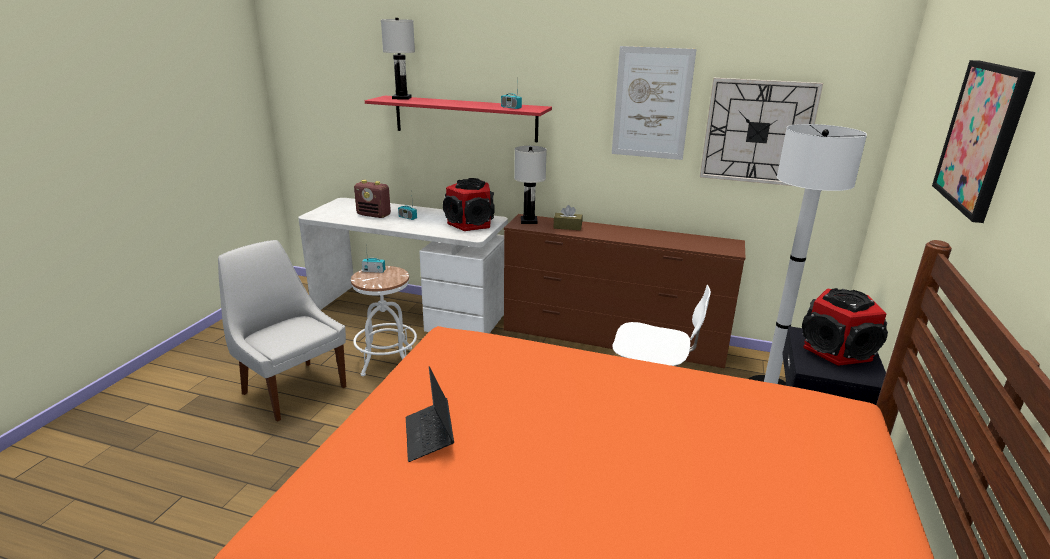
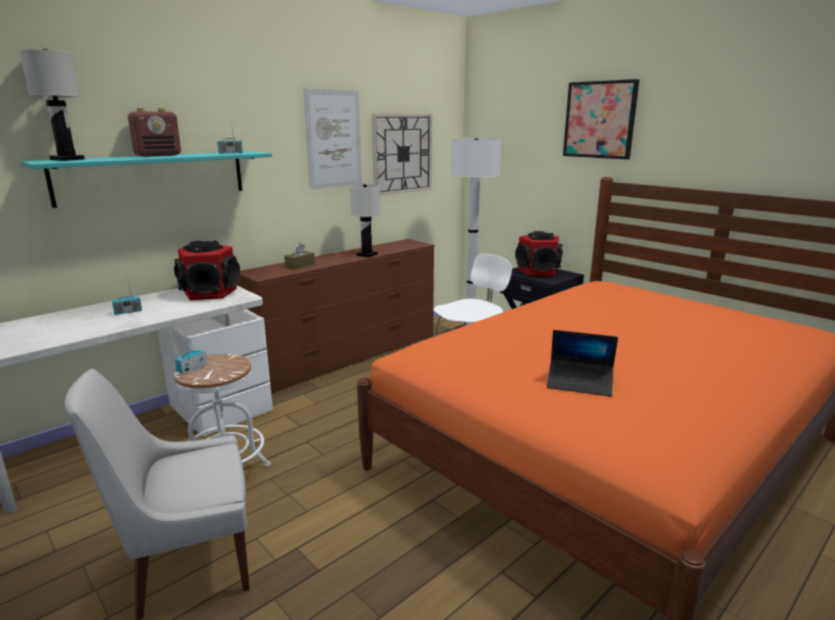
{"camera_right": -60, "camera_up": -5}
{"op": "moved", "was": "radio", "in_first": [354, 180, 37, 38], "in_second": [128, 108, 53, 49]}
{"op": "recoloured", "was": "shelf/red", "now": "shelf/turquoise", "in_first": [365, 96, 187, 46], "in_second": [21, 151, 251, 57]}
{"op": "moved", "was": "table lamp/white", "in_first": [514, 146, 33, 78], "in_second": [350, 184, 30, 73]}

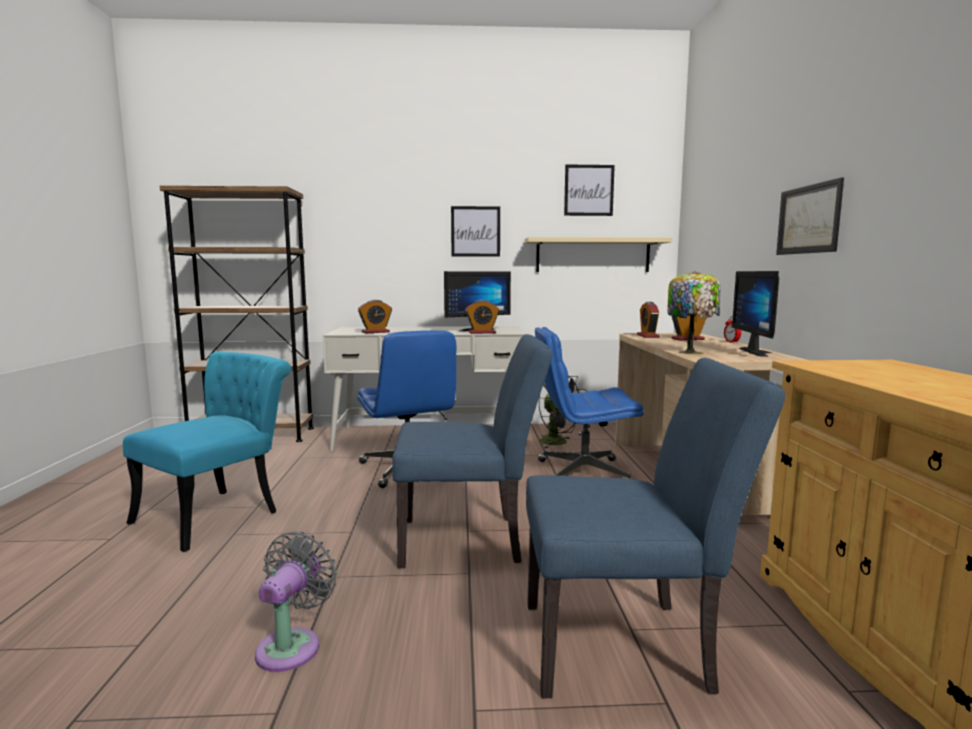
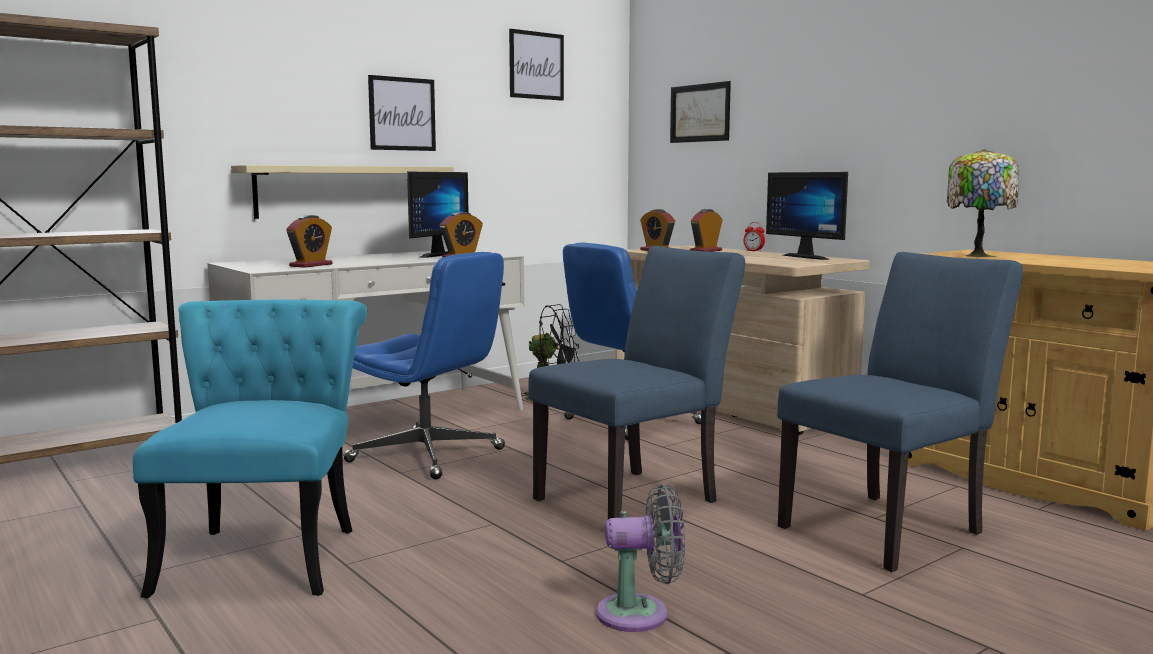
{"camera_right": -35, "camera_up": 0}
{"op": "turned", "was": "fan/grey", "in_first": [255, 531, 82, 141], "in_second": [596, 484, 89, 148], "clockwise": 105}
{"op": "moved", "was": "shelf/beige", "in_first": [524, 237, 148, 35], "in_second": [231, 165, 223, 54]}
{"op": "moved", "was": "table lamp", "in_first": [667, 271, 54, 83], "in_second": [947, 149, 72, 108]}
{"op": "moved", "was": "picture", "in_first": [776, 177, 68, 78], "in_second": [670, 81, 61, 62]}

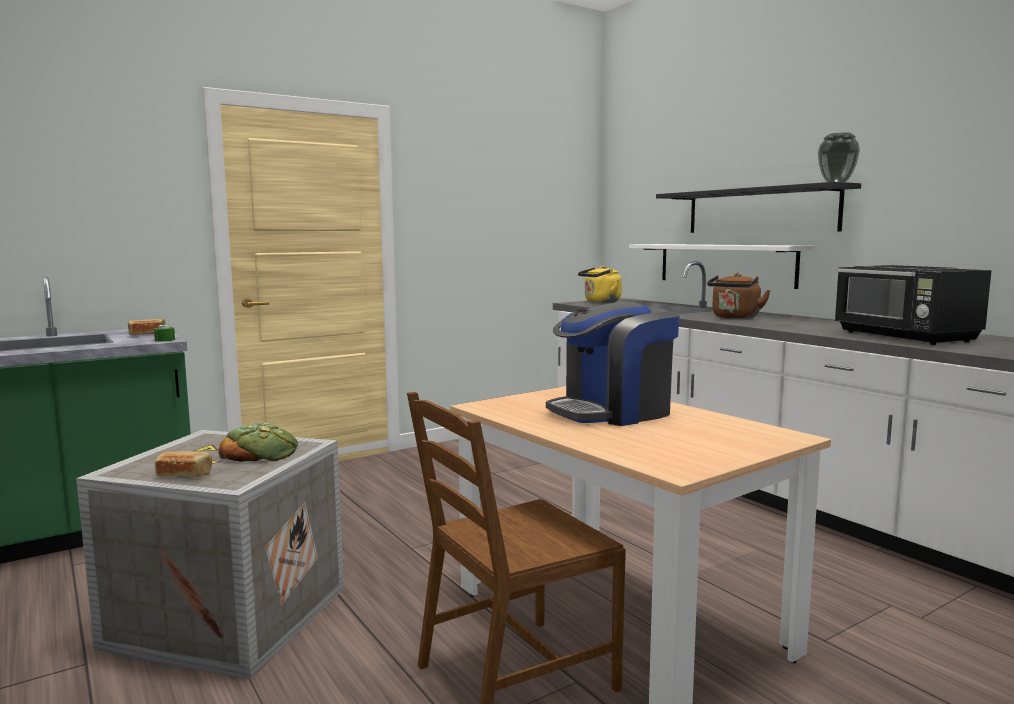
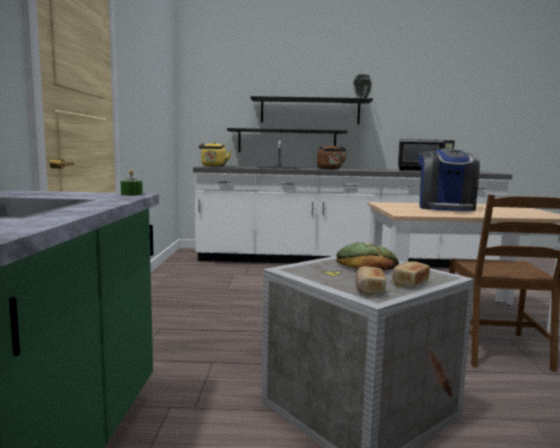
{"camera_right": -55, "camera_up": 0}
{"op": "moved", "was": "bread", "in_first": [128, 319, 38, 16], "in_second": [355, 266, 31, 30]}
{"op": "recoloured", "was": "shelf/white", "now": "shelf/black", "in_first": [629, 244, 186, 45], "in_second": [227, 128, 121, 24]}

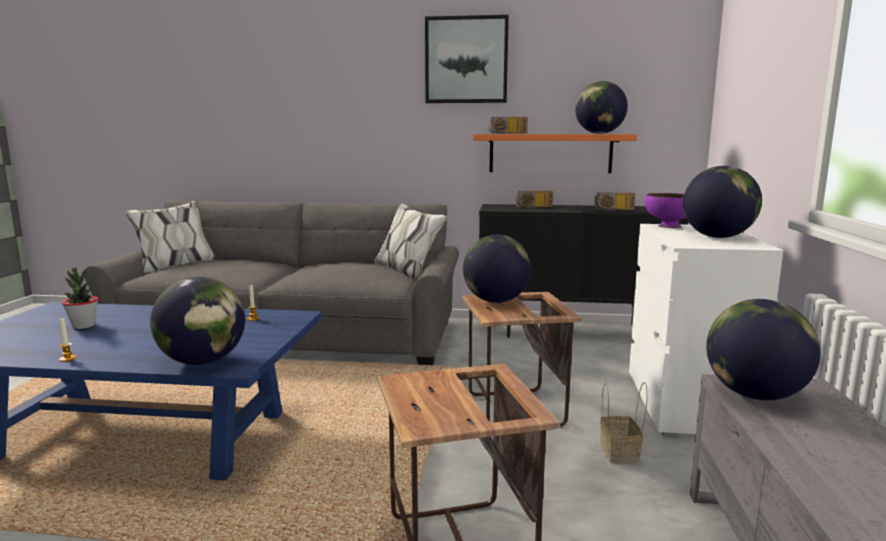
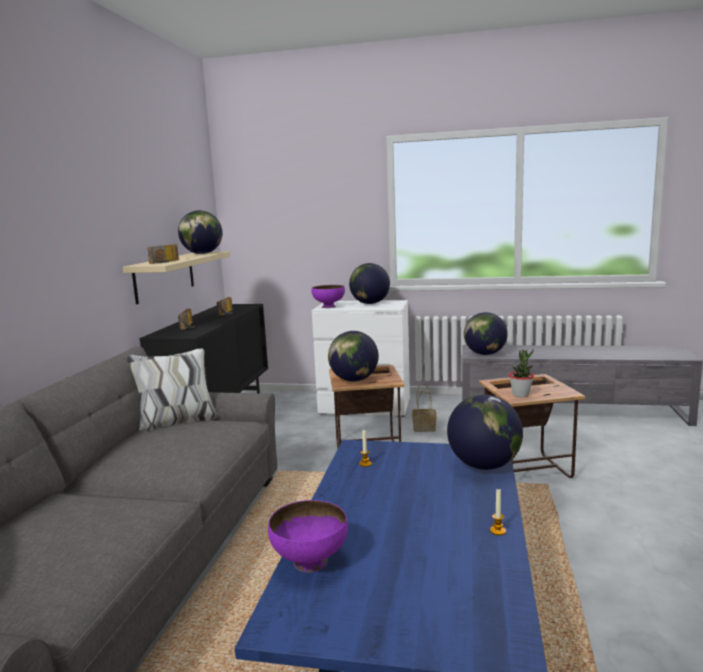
{"camera_right": -85, "camera_up": 0}
{"op": "moved", "was": "potted plant", "in_first": [62, 268, 36, 61], "in_second": [509, 350, 25, 47]}
{"op": "removed", "was": "picture", "in_first": [425, 15, 84, 88]}
{"op": "recoloured", "was": "shelf/orange", "now": "shelf/beige", "in_first": [473, 134, 164, 39], "in_second": [123, 251, 107, 53]}
{"op": "added", "now": "bowl/purple", "in_second": [268, 500, 80, 73]}

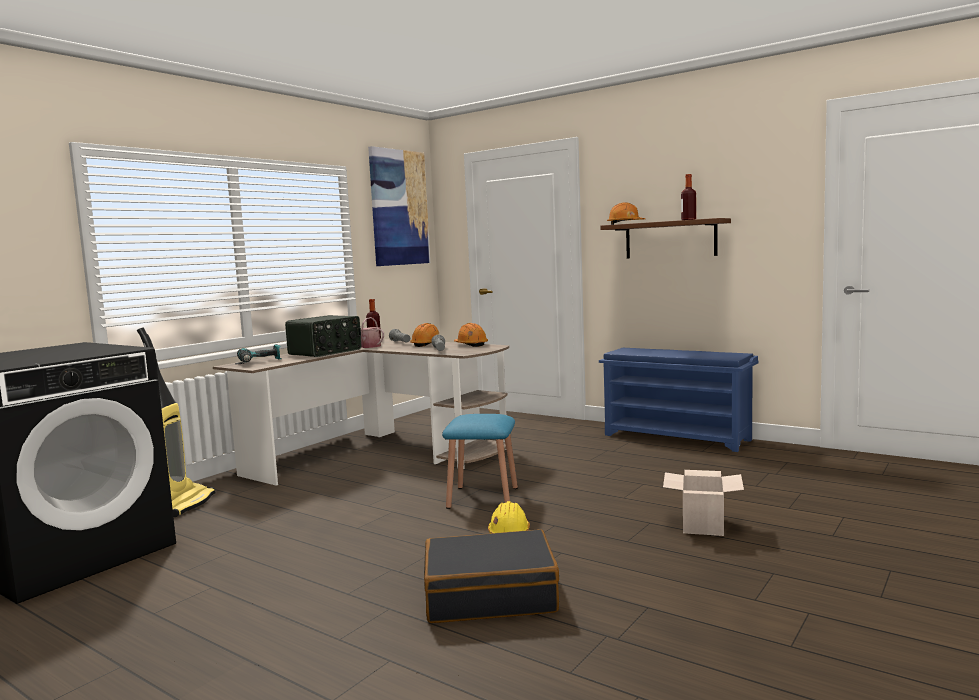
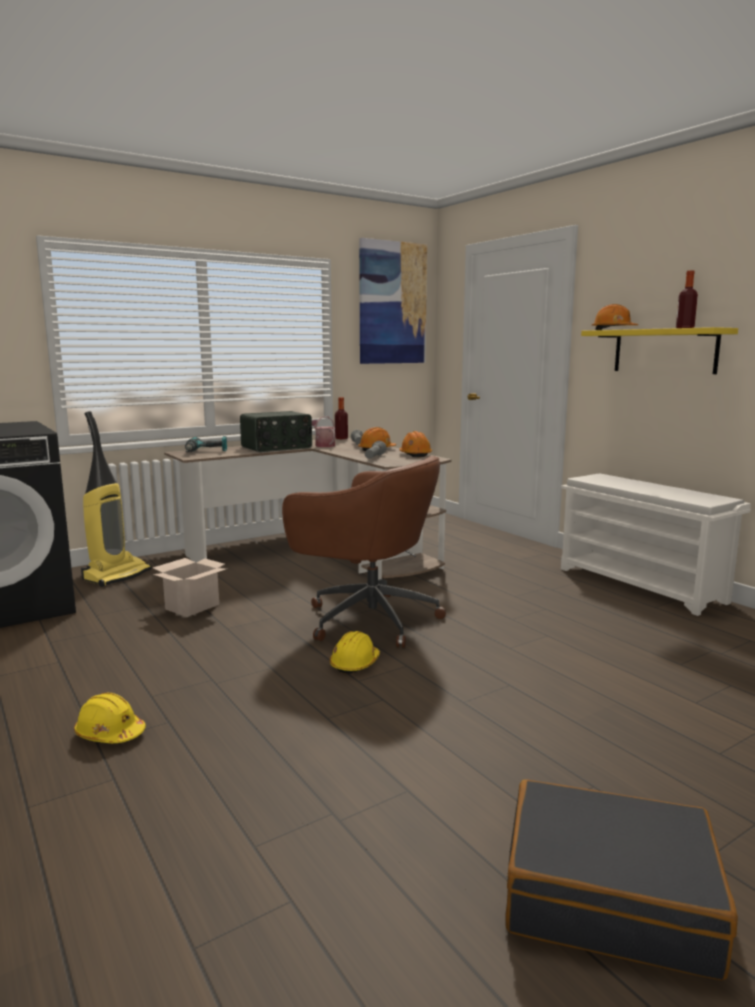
{"camera_right": 20, "camera_up": 5}
{"op": "moved", "was": "suitcase/black", "in_first": [424, 529, 135, 94], "in_second": [506, 779, 232, 202]}
{"op": "replaced", "was": "stool/blue", "now": "office chair/brown", "in_first": [442, 414, 76, 95], "in_second": [282, 456, 164, 192]}
{"op": "recoloured", "was": "shoe rack/blue", "now": "shoe rack/white", "in_first": [599, 348, 160, 104], "in_second": [561, 474, 190, 142]}
{"op": "recoloured", "was": "shelf/brown", "now": "shelf/yellow", "in_first": [600, 218, 131, 41], "in_second": [581, 327, 157, 47]}
{"op": "moved", "was": "cardboard box", "in_first": [663, 470, 81, 66], "in_second": [153, 558, 73, 59]}
{"op": "added", "now": "hard hat/yellow", "in_second": [74, 693, 72, 50]}

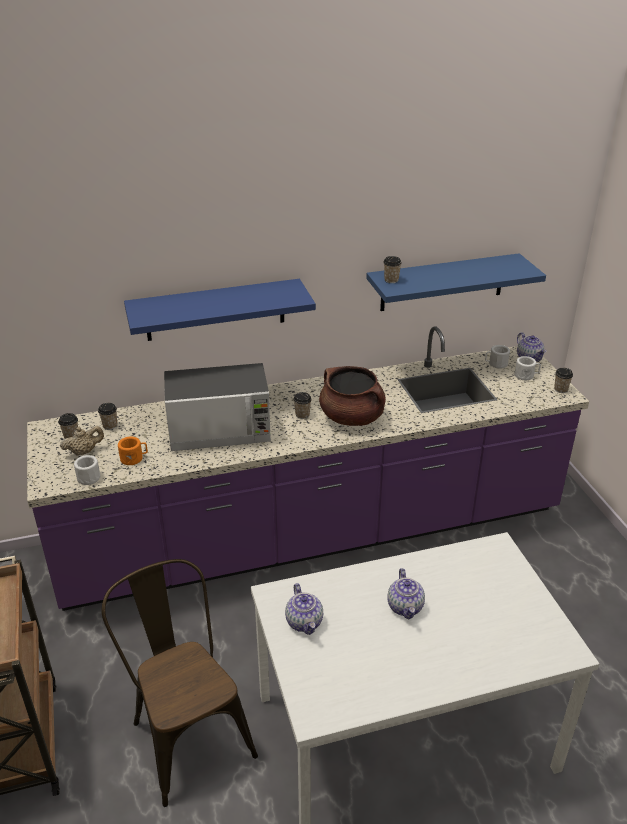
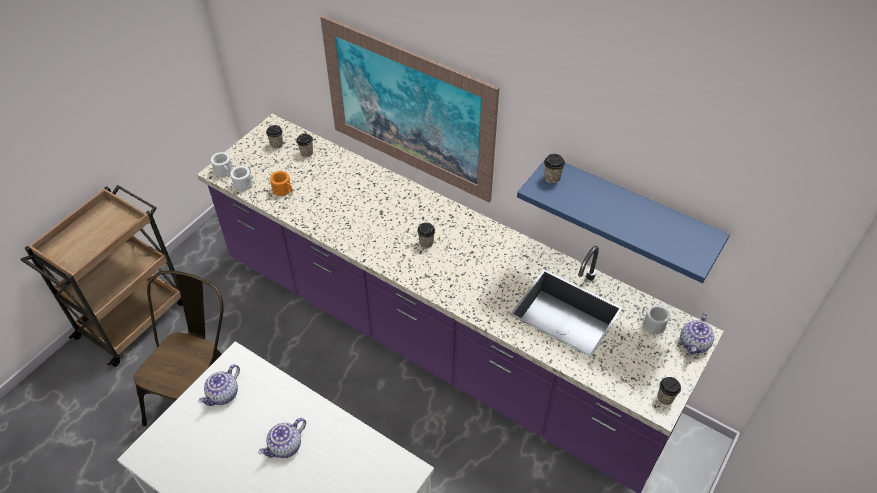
{"camera_right": 50, "camera_up": 15}
{"op": "removed", "was": "teapot/beige", "in_first": [60, 426, 44, 30]}
{"op": "replaced", "was": "shelf/blue", "now": "picture", "in_first": [124, 279, 192, 62], "in_second": [320, 15, 179, 187]}
{"op": "removed", "was": "microwave", "in_first": [164, 363, 107, 88]}
{"op": "removed", "was": "cooking pot/brown", "in_first": [319, 366, 67, 60]}
{"op": "moved", "was": "mug/white", "in_first": [514, 356, 27, 24], "in_second": [211, 152, 22, 25]}

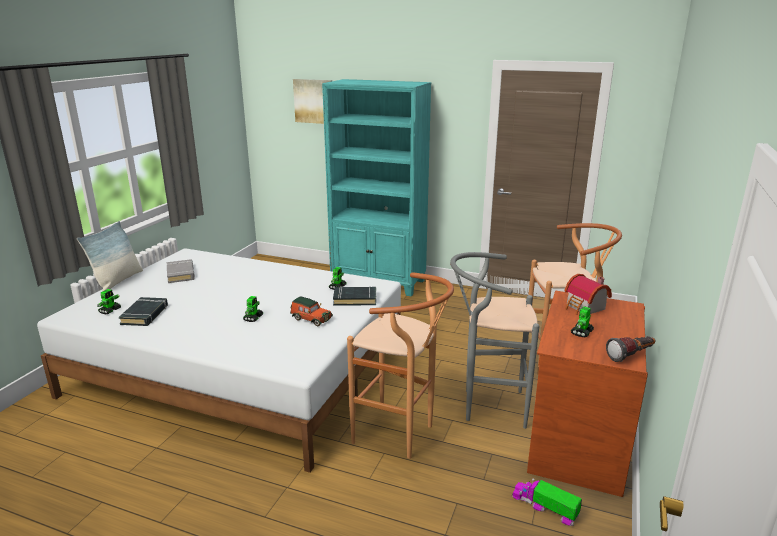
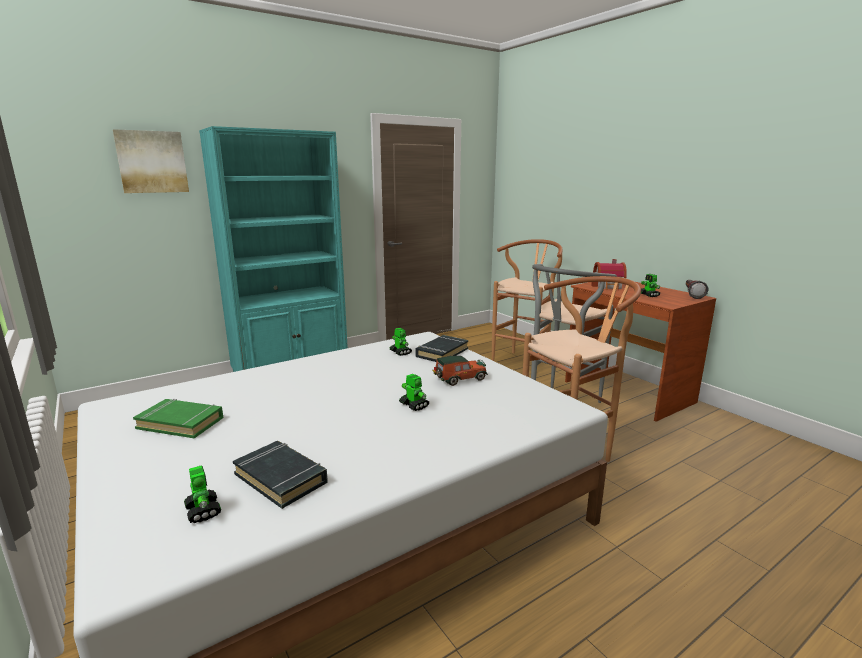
{"camera_right": -55, "camera_up": -5}
{"op": "removed", "was": "pillow", "in_first": [77, 221, 66, 71]}
{"op": "recoloured", "was": "book/grey", "now": "book/green", "in_first": [167, 259, 28, 24], "in_second": [133, 399, 90, 39]}
{"op": "removed", "was": "toy truck", "in_first": [512, 479, 70, 47]}

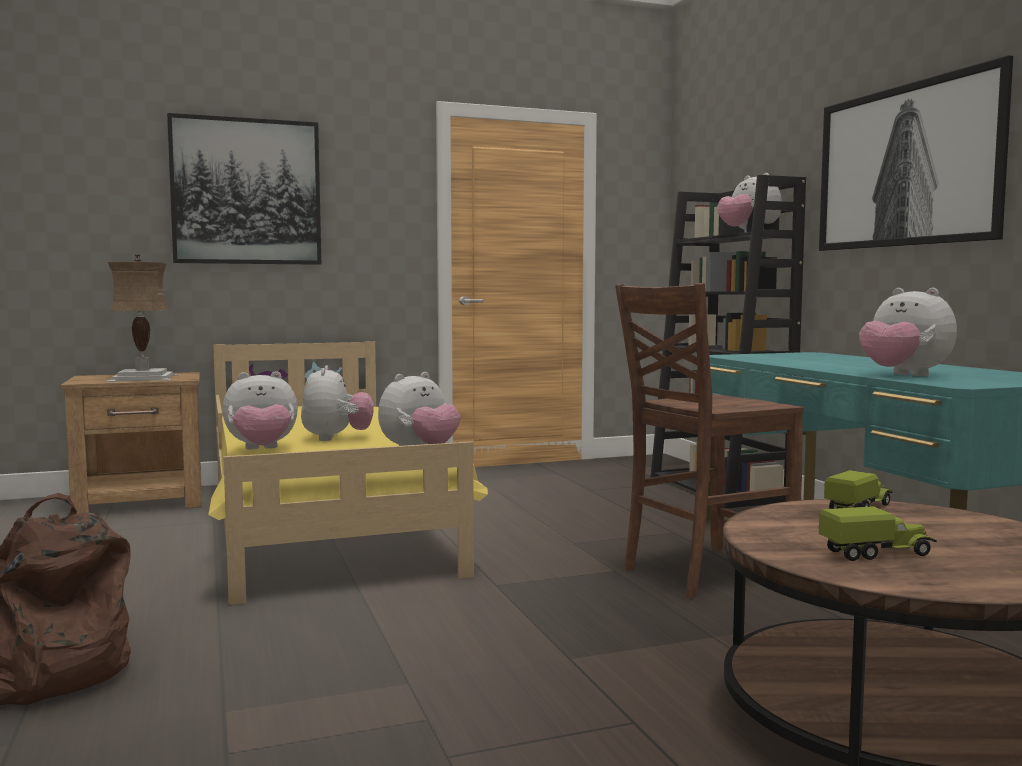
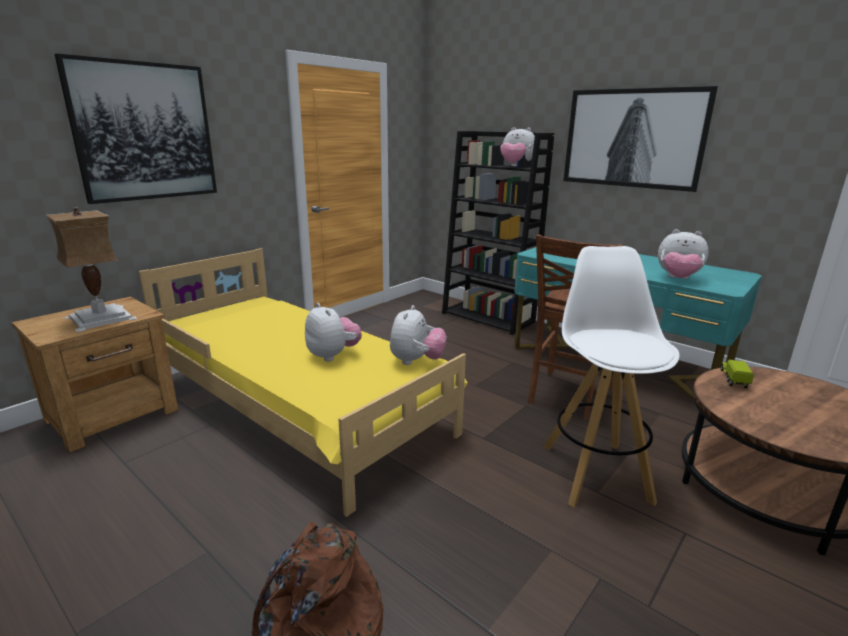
{"camera_right": -30, "camera_up": 15}
{"op": "removed", "was": "plush toy", "in_first": [222, 371, 76, 79]}
{"op": "removed", "was": "toy truck", "in_first": [819, 506, 118, 55]}
{"op": "added", "now": "stool/white", "in_second": [544, 246, 136, 261]}

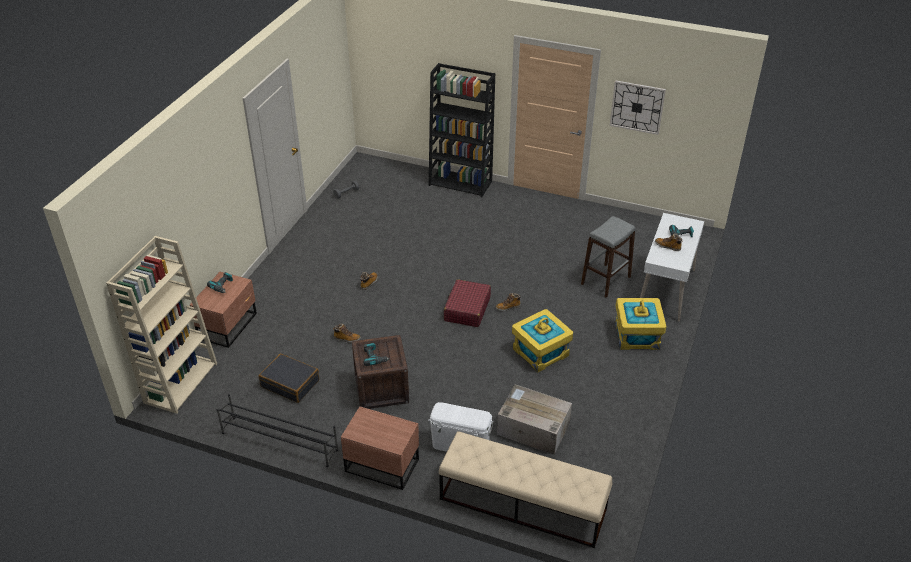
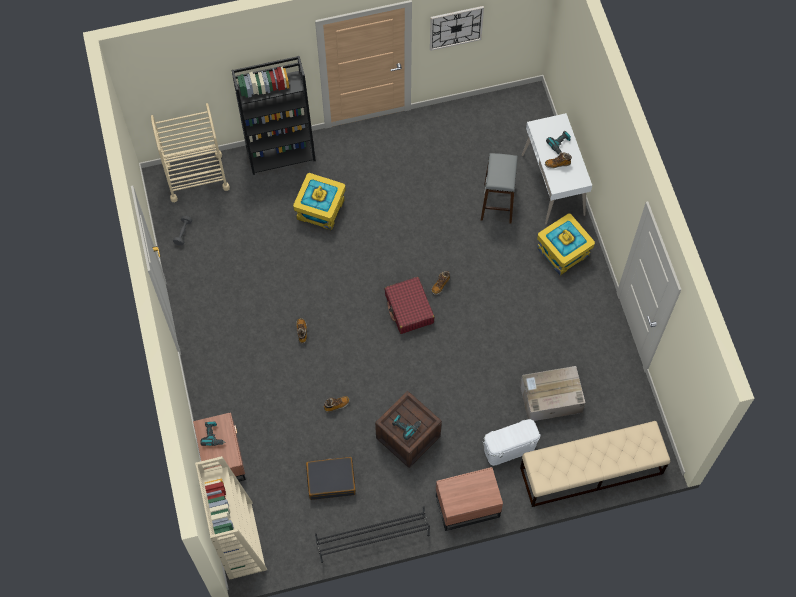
{"camera_right": -35, "camera_up": 25}
{"op": "moved", "was": "storage box/yellow", "in_first": [512, 309, 61, 63], "in_second": [293, 173, 53, 58]}
{"op": "added", "now": "cart/beige", "in_second": [151, 103, 79, 99]}

